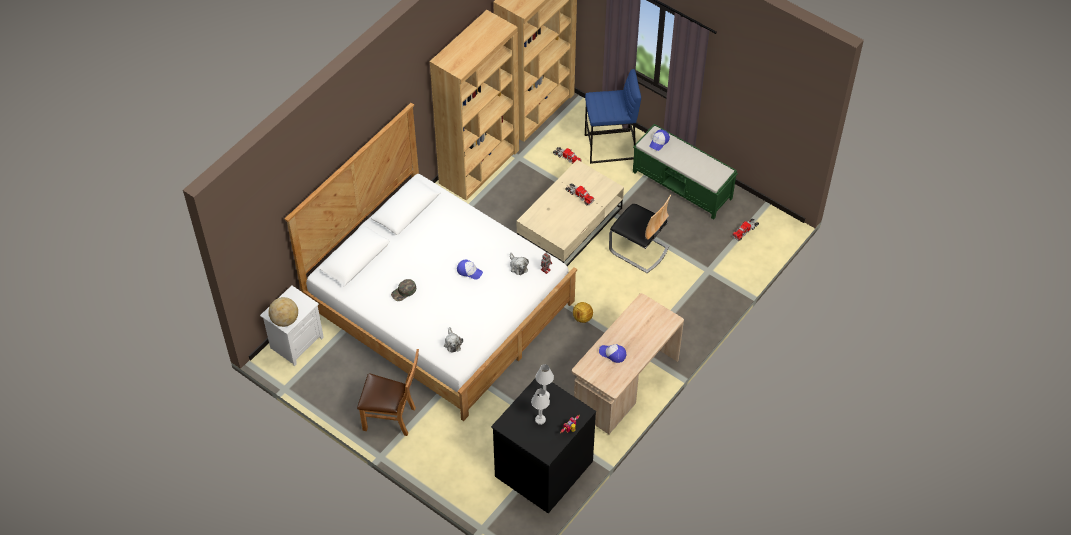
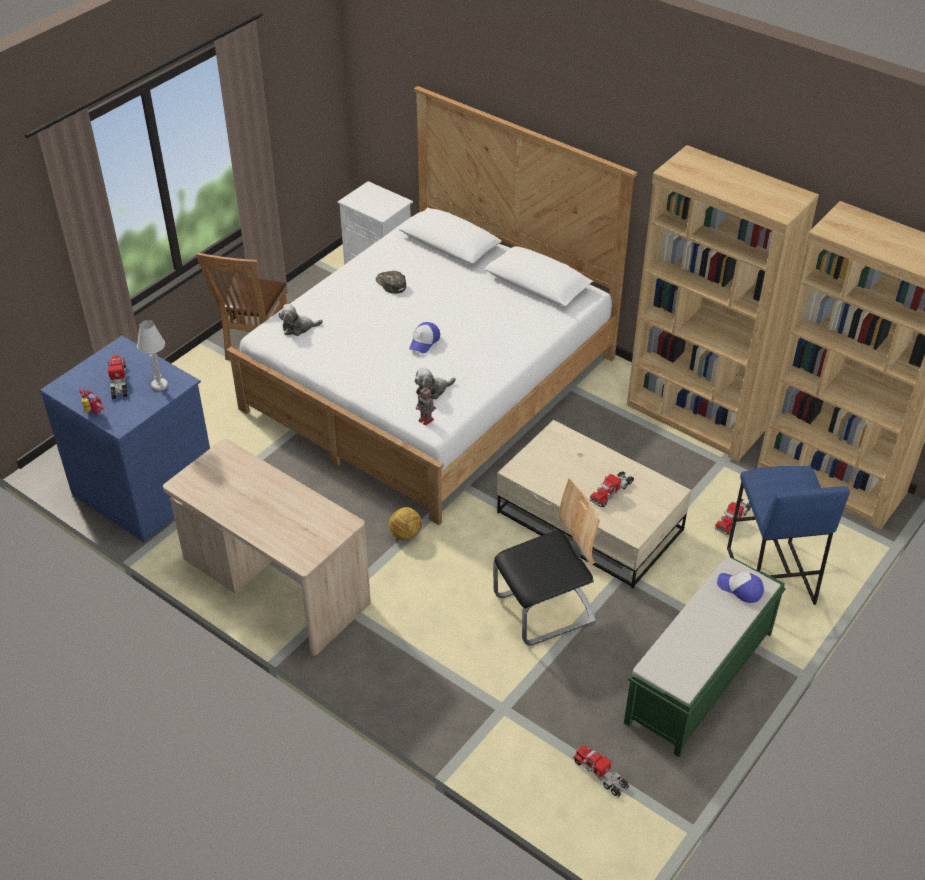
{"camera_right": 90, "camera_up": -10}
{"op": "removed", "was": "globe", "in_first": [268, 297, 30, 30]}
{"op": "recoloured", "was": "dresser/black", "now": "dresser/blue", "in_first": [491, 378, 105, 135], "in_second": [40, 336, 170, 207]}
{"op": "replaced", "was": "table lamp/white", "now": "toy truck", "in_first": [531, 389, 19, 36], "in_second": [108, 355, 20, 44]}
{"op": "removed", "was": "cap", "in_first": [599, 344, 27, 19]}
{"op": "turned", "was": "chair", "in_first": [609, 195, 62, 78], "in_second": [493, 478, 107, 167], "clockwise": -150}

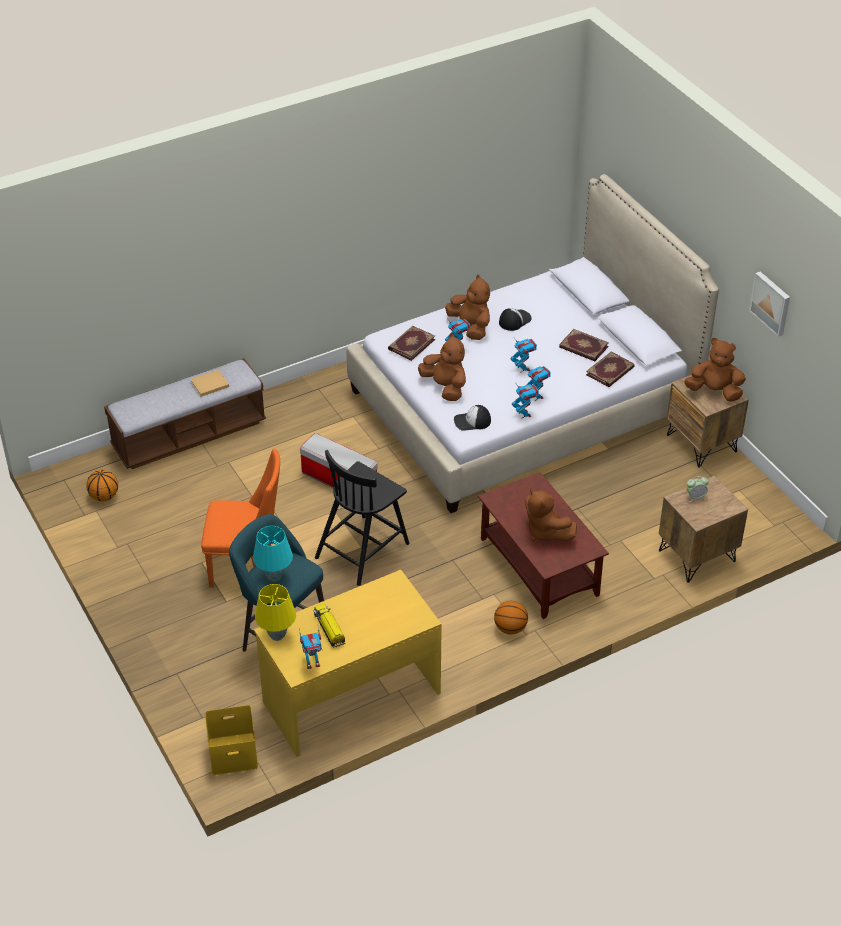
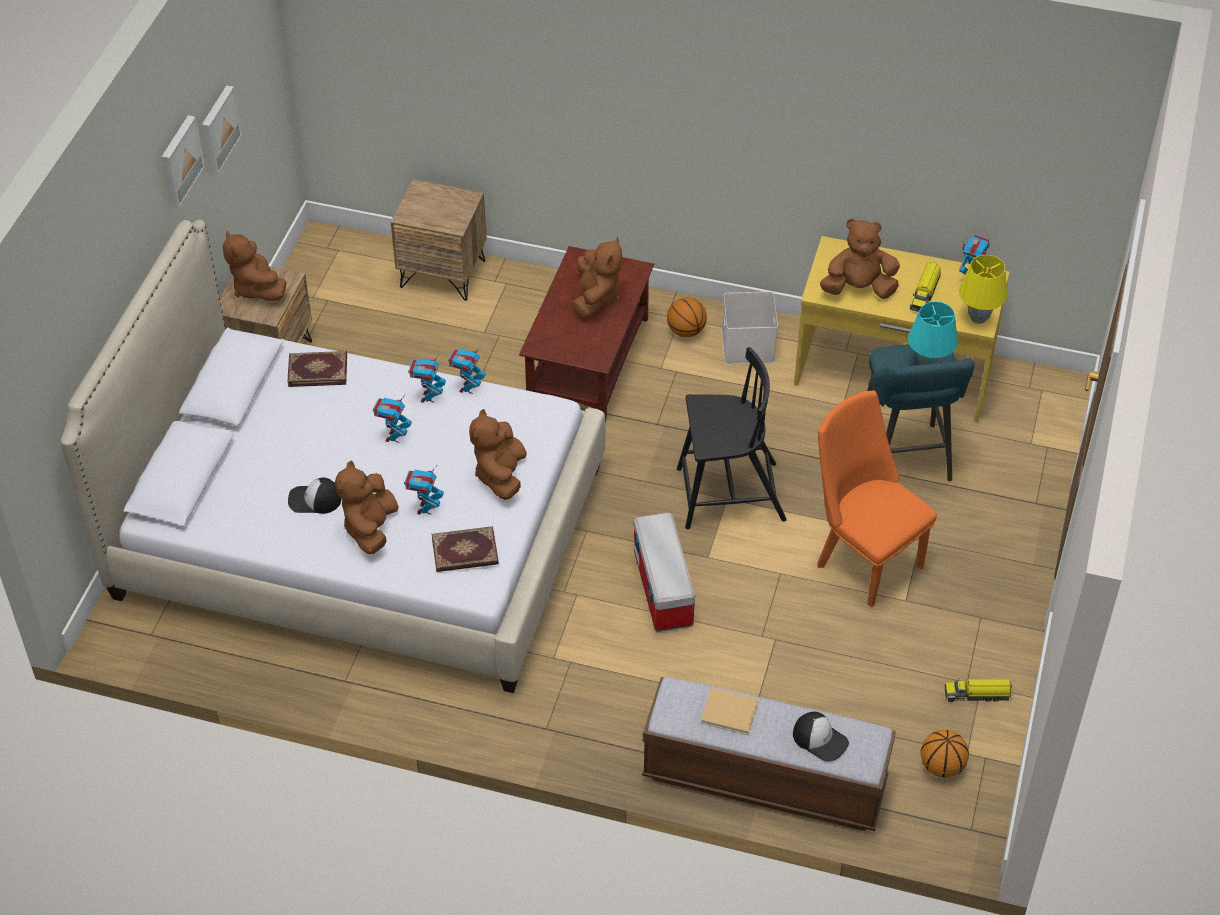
{"camera_right": -135, "camera_up": 5}
{"op": "removed", "was": "storage box/yellow", "in_first": [205, 705, 53, 70]}
{"op": "moved", "was": "cap", "in_first": [454, 405, 37, 26], "in_second": [793, 712, 56, 50]}
{"op": "removed", "was": "book", "in_first": [559, 329, 50, 32]}
{"op": "removed", "was": "alarm clock", "in_first": [687, 476, 22, 27]}
{"op": "added", "now": "picture", "in_second": [162, 115, 43, 93]}
{"op": "added", "now": "storage box/white", "in_second": [722, 292, 56, 73]}
{"op": "added", "now": "plush toy/brown", "in_second": [820, 219, 80, 80]}
{"op": "added", "now": "toy truck", "in_second": [945, 678, 68, 24]}

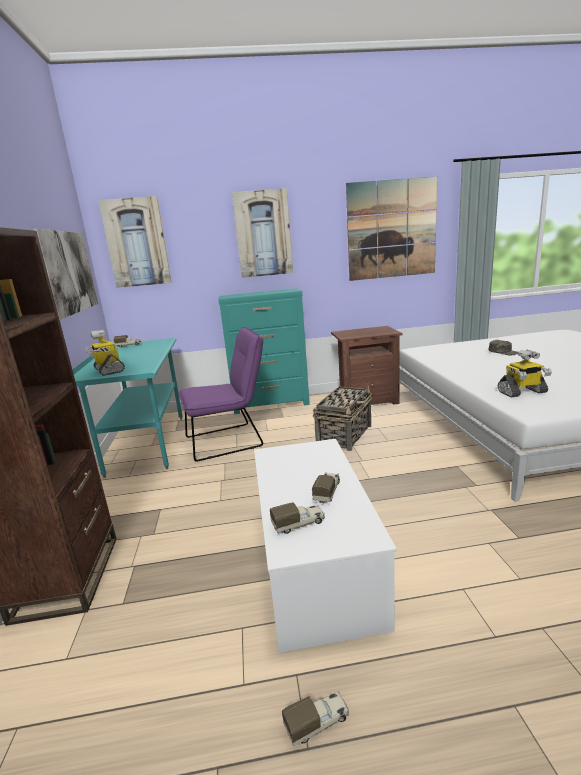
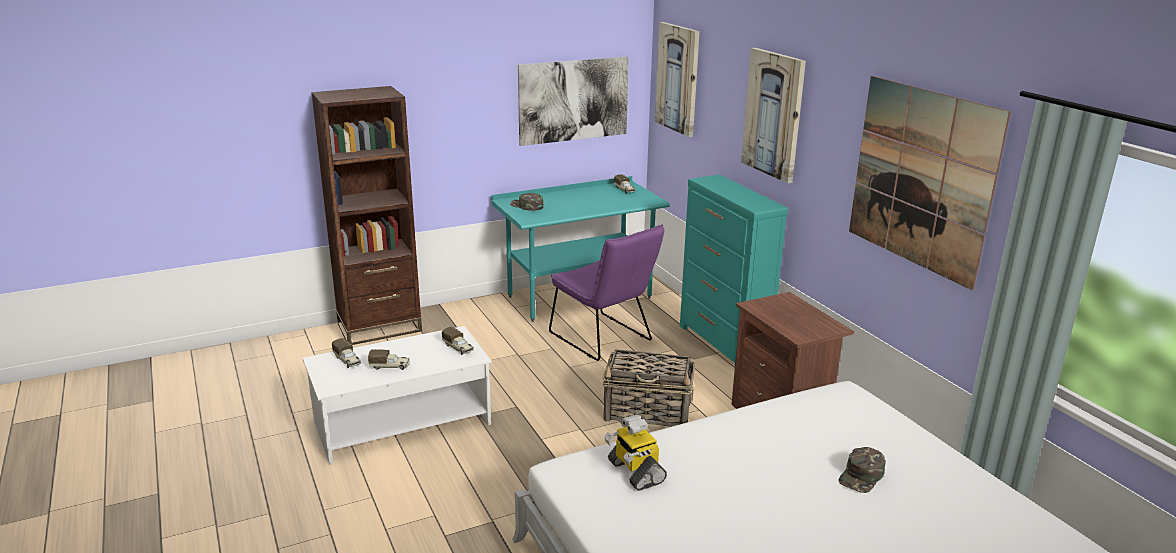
{"camera_right": 70, "camera_up": 5}
{"op": "replaced", "was": "toy robot", "now": "cap/green", "in_first": [85, 330, 40, 46], "in_second": [510, 193, 34, 18]}
{"op": "moved", "was": "toy truck", "in_first": [282, 692, 67, 55], "in_second": [442, 327, 32, 28]}

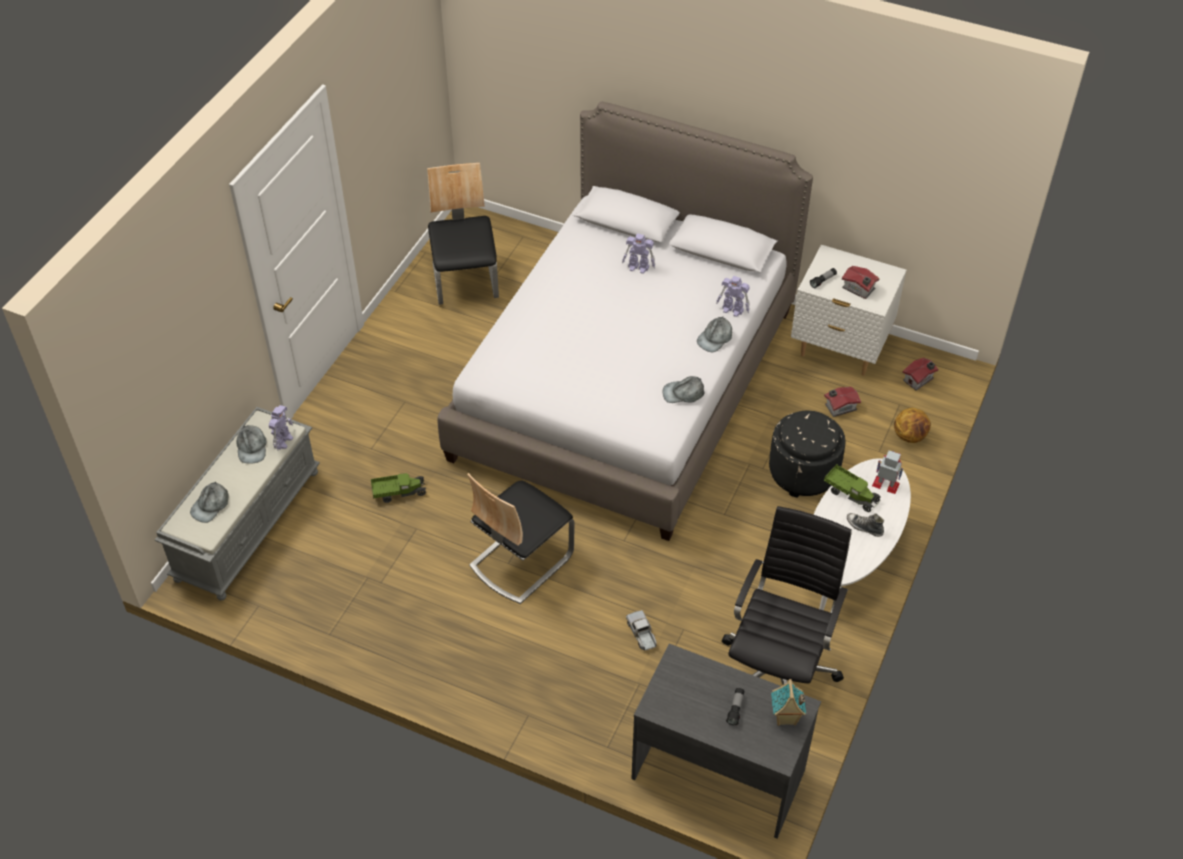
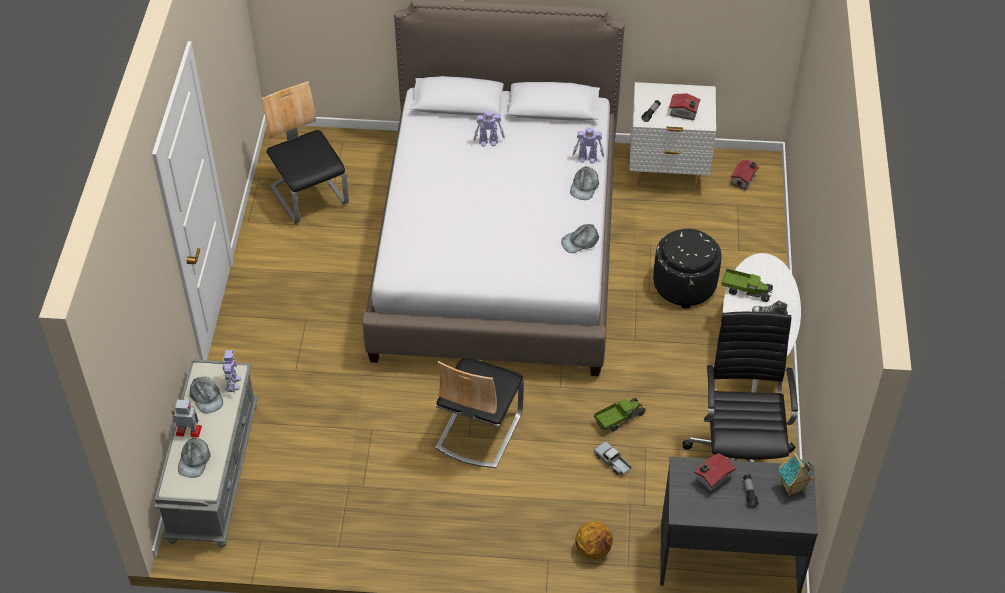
{"camera_right": -20, "camera_up": 0}
{"op": "moved", "was": "toy truck", "in_first": [371, 473, 56, 30], "in_second": [594, 397, 52, 35]}
{"op": "moved", "was": "toy house", "in_first": [824, 387, 37, 30], "in_second": [694, 453, 42, 40]}
{"op": "moved", "was": "toy robot", "in_first": [872, 450, 32, 44], "in_second": [172, 399, 30, 39]}
{"op": "moved", "was": "basketball", "in_first": [894, 408, 37, 35], "in_second": [575, 521, 38, 38]}

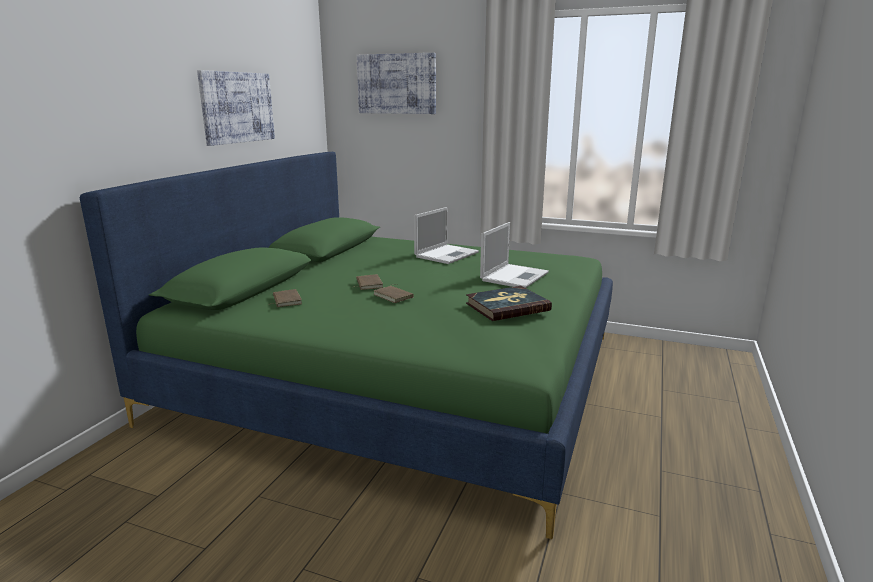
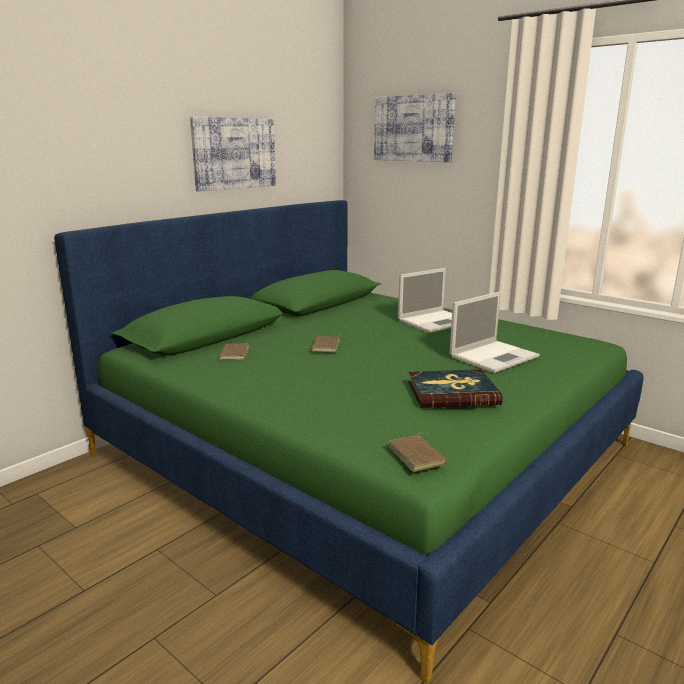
{"camera_right": 20, "camera_up": 0}
{"op": "moved", "was": "book/brown", "in_first": [374, 284, 40, 19], "in_second": [388, 433, 59, 39]}

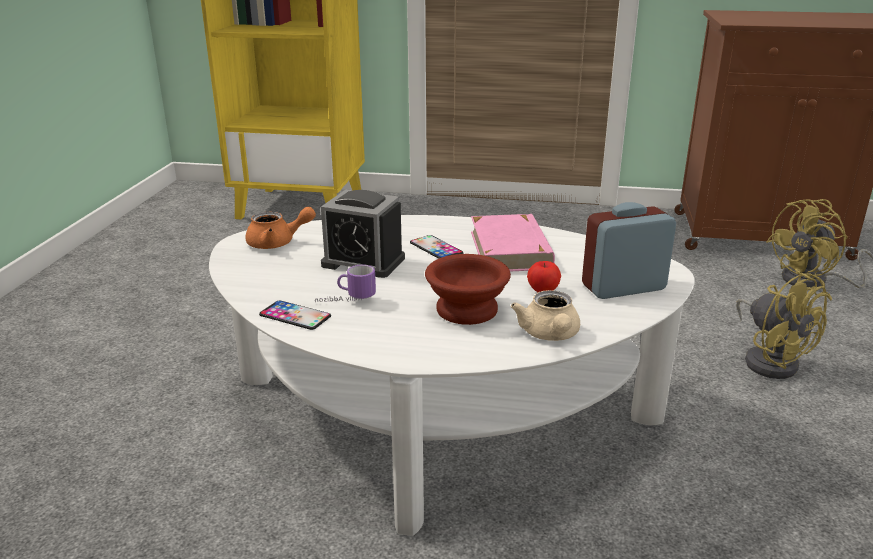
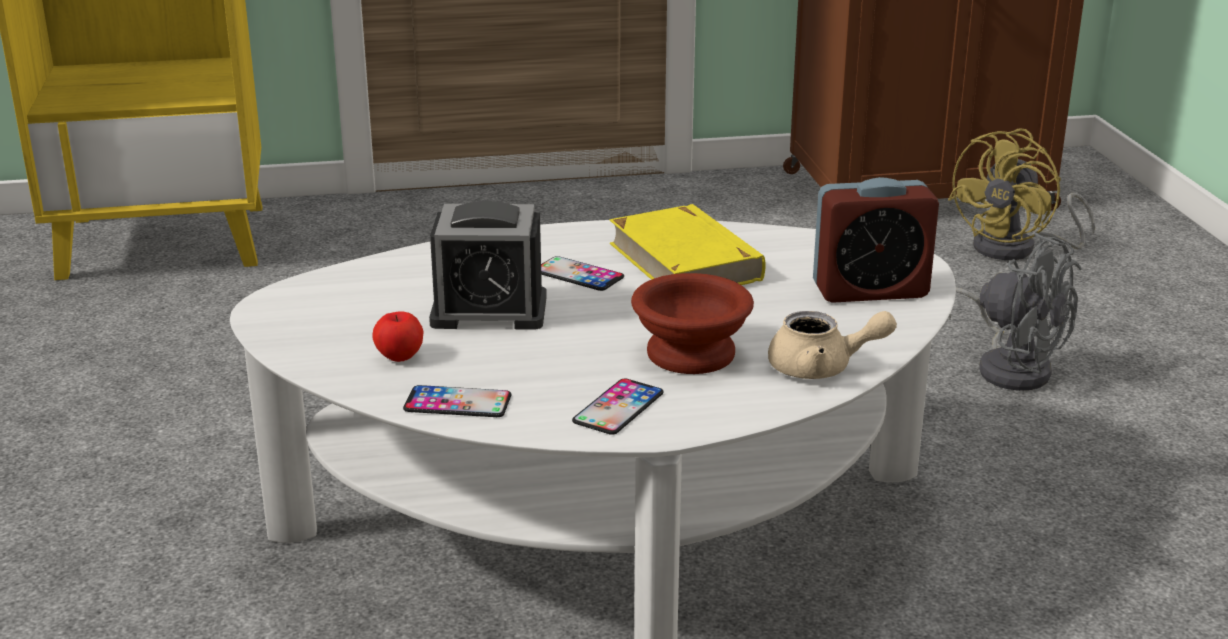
{"camera_right": -20, "camera_up": 0}
{"op": "removed", "was": "teapot/orange", "in_first": [245, 207, 71, 42]}
{"op": "removed", "was": "mug", "in_first": [315, 265, 61, 37]}
{"op": "recoloured", "was": "book/pink", "now": "book/yellow", "in_first": [471, 214, 84, 58], "in_second": [609, 204, 156, 81]}
{"op": "turned", "was": "teapot/beige", "in_first": [511, 290, 69, 51], "in_second": [768, 311, 129, 68], "clockwise": -60}
{"op": "moved", "was": "apple", "in_first": [527, 261, 34, 31], "in_second": [372, 311, 52, 51]}
{"op": "turned", "was": "alarm clock", "in_first": [582, 202, 94, 97], "in_second": [813, 177, 126, 126], "clockwise": -150}
{"op": "recoloured", "was": "fan/yellow", "now": "fan/grey", "in_first": [736, 268, 96, 111], "in_second": [949, 233, 133, 158]}
{"op": "added", "now": "phone", "in_second": [572, 379, 92, 56]}

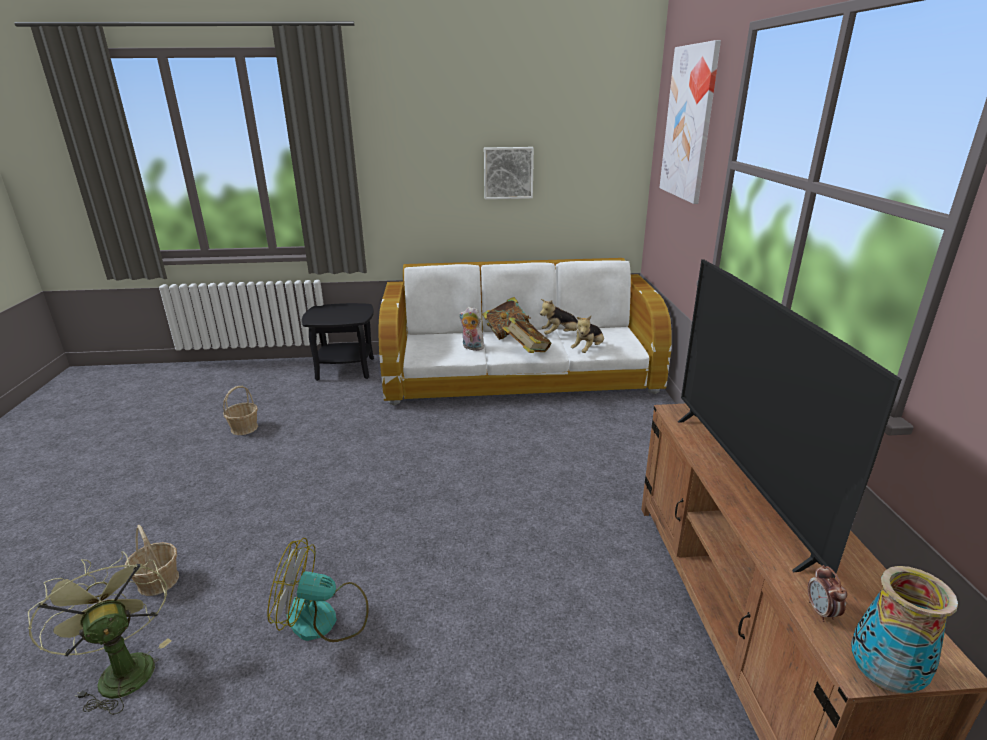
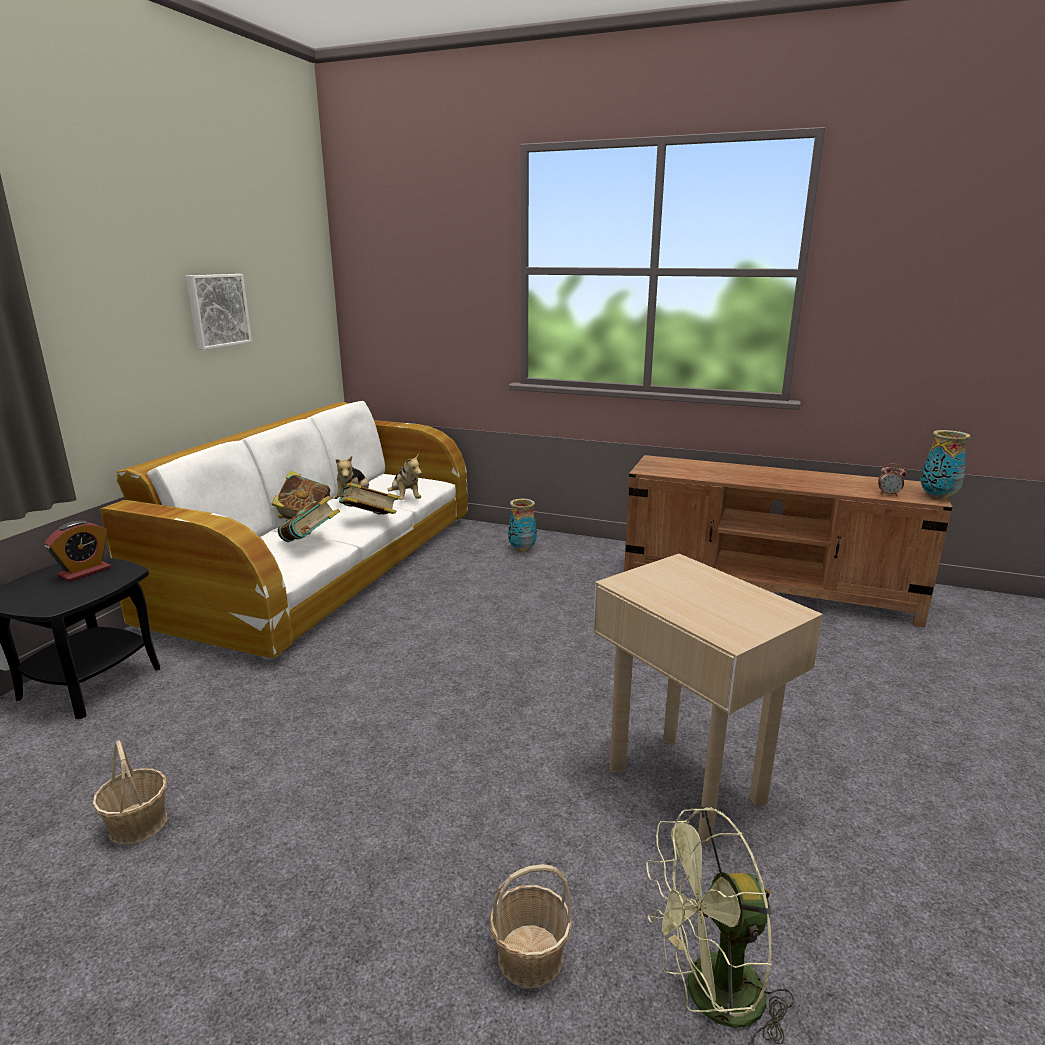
{"camera_right": -65, "camera_up": -5}
{"op": "replaced", "was": "fan", "now": "side table/beige", "in_first": [267, 538, 102, 104], "in_second": [593, 554, 230, 291]}
{"op": "replaced", "was": "plush toy", "now": "book", "in_first": [459, 307, 25, 44], "in_second": [278, 496, 62, 46]}
{"op": "removed", "was": "picture", "in_first": [659, 40, 62, 164]}
{"op": "removed", "was": "television", "in_first": [678, 259, 224, 319]}
{"op": "added", "now": "alarm clock", "in_second": [44, 521, 67, 61]}
{"op": "added", "now": "vase", "in_second": [508, 499, 29, 53]}

